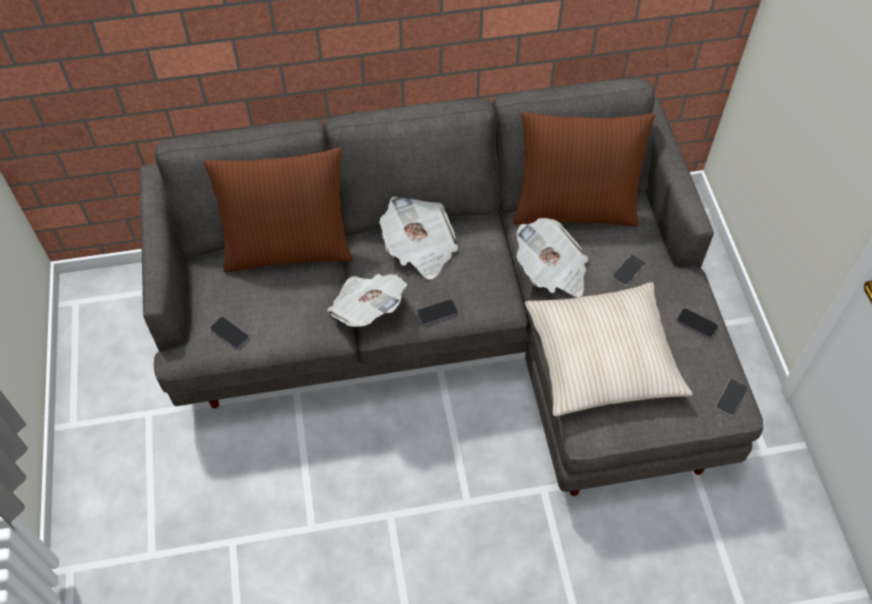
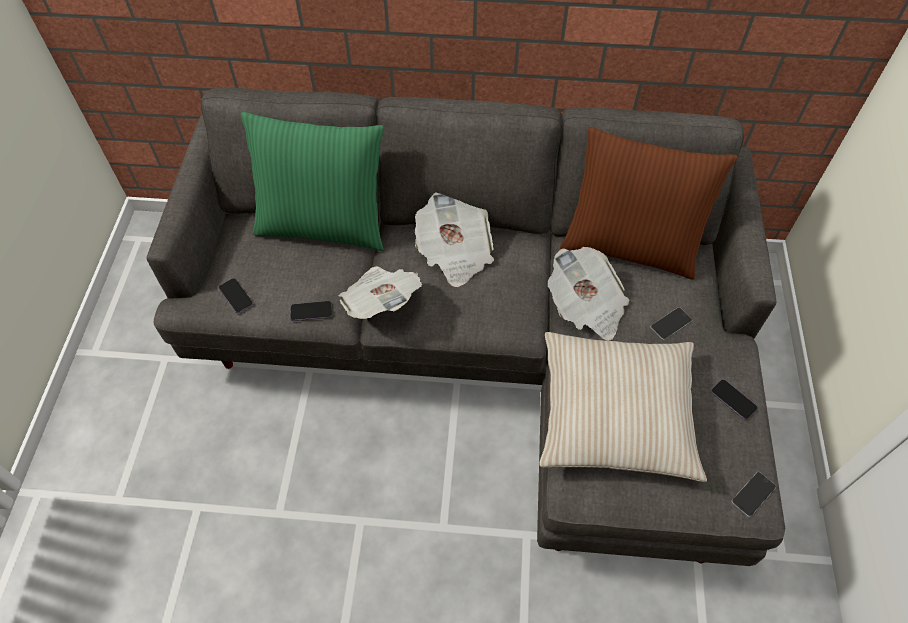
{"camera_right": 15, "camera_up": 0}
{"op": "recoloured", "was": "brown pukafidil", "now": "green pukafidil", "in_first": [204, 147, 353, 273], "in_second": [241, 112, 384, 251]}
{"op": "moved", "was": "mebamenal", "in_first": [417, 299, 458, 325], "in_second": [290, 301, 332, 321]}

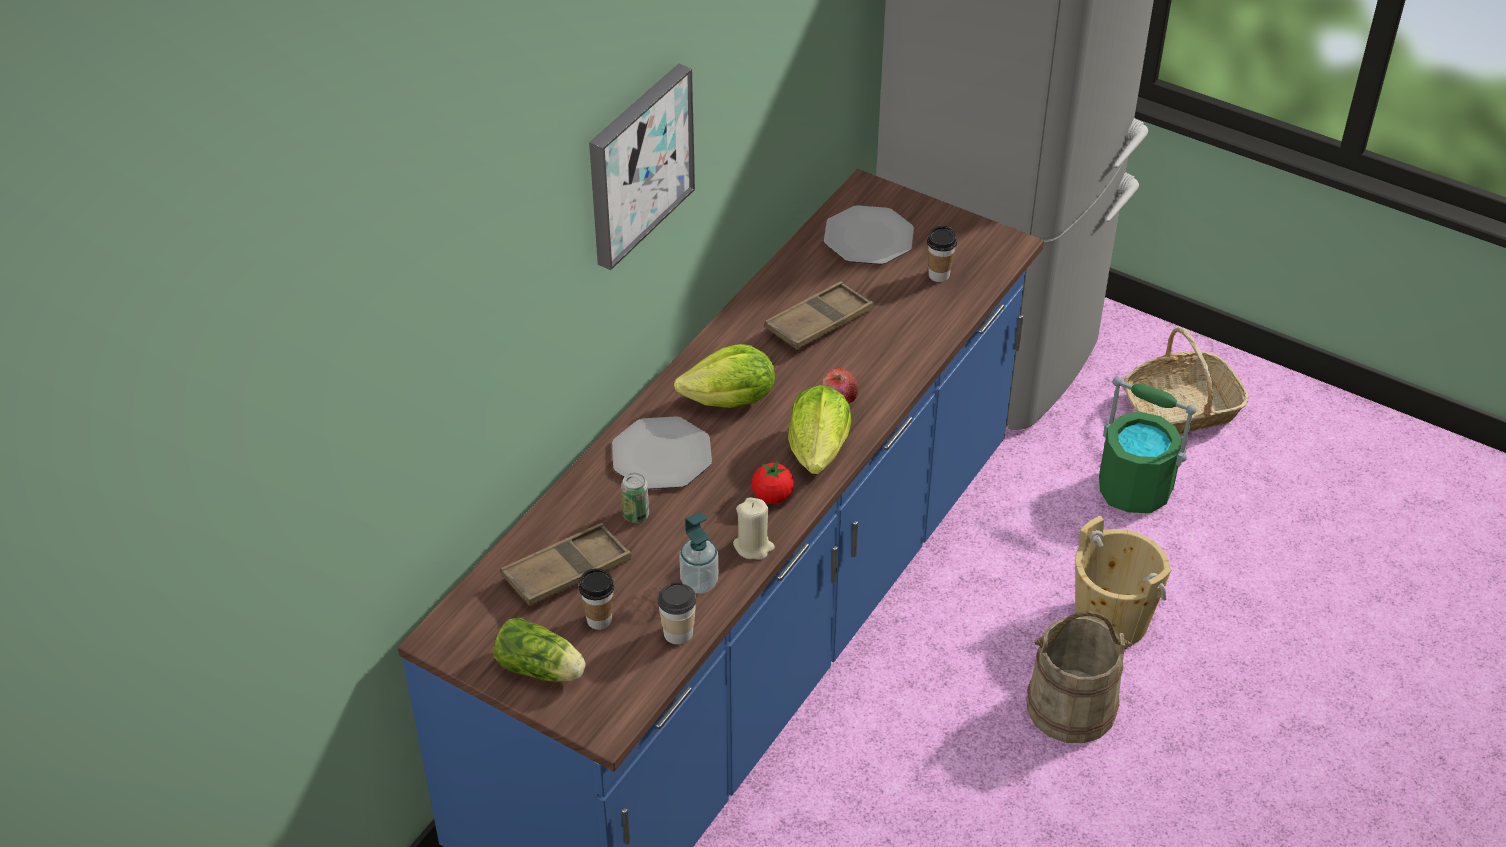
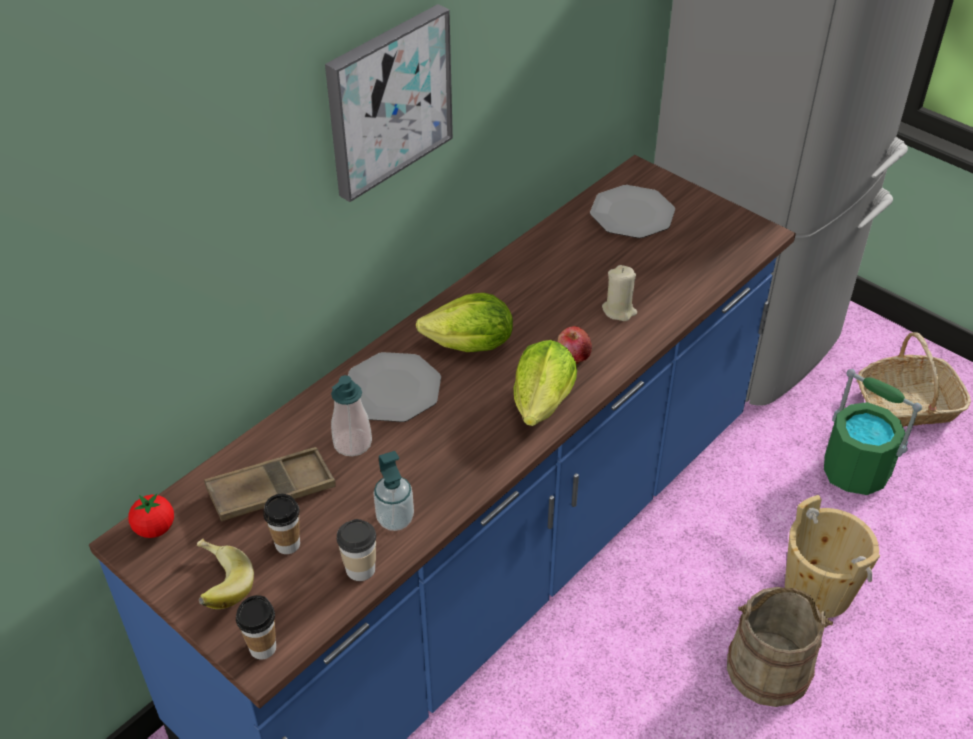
{"camera_right": 10, "camera_up": 0}
{"op": "replaced", "was": "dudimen", "now": "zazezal", "in_first": [494, 618, 586, 682], "in_second": [197, 538, 254, 609]}
{"op": "replaced", "was": "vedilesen", "now": "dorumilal", "in_first": [621, 473, 649, 523], "in_second": [331, 375, 372, 456]}
{"op": "moved", "was": "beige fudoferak", "in_first": [733, 497, 775, 560], "in_second": [602, 265, 637, 321]}
{"op": "moved", "was": "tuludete", "in_first": [751, 460, 794, 504], "in_second": [128, 493, 174, 538]}
{"op": "removed", "was": "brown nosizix", "in_first": [765, 281, 874, 350]}
{"op": "moved", "was": "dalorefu", "in_first": [927, 226, 957, 282], "in_second": [236, 595, 276, 659]}

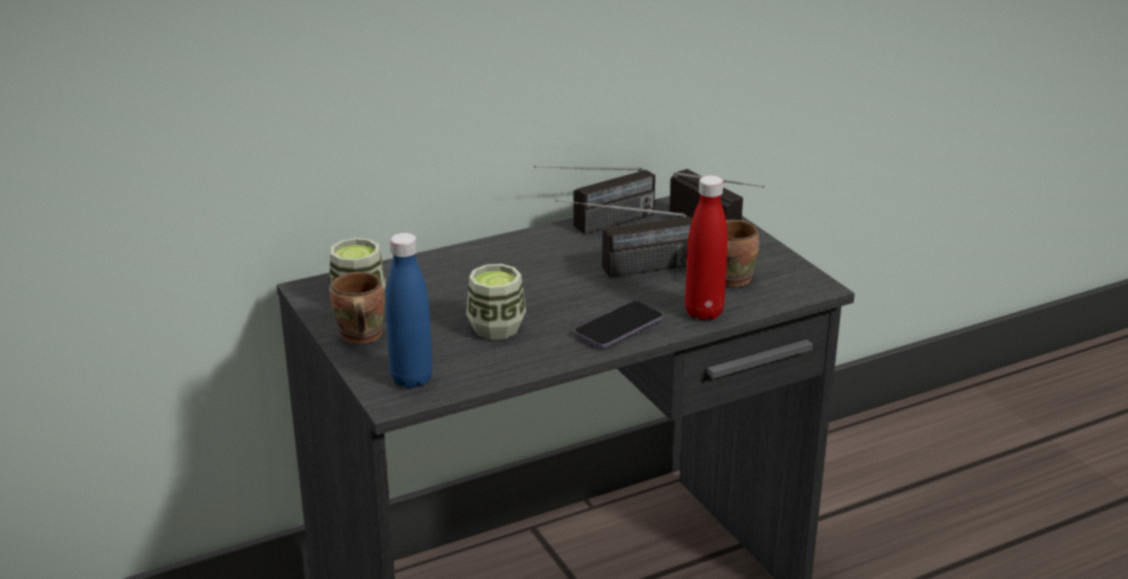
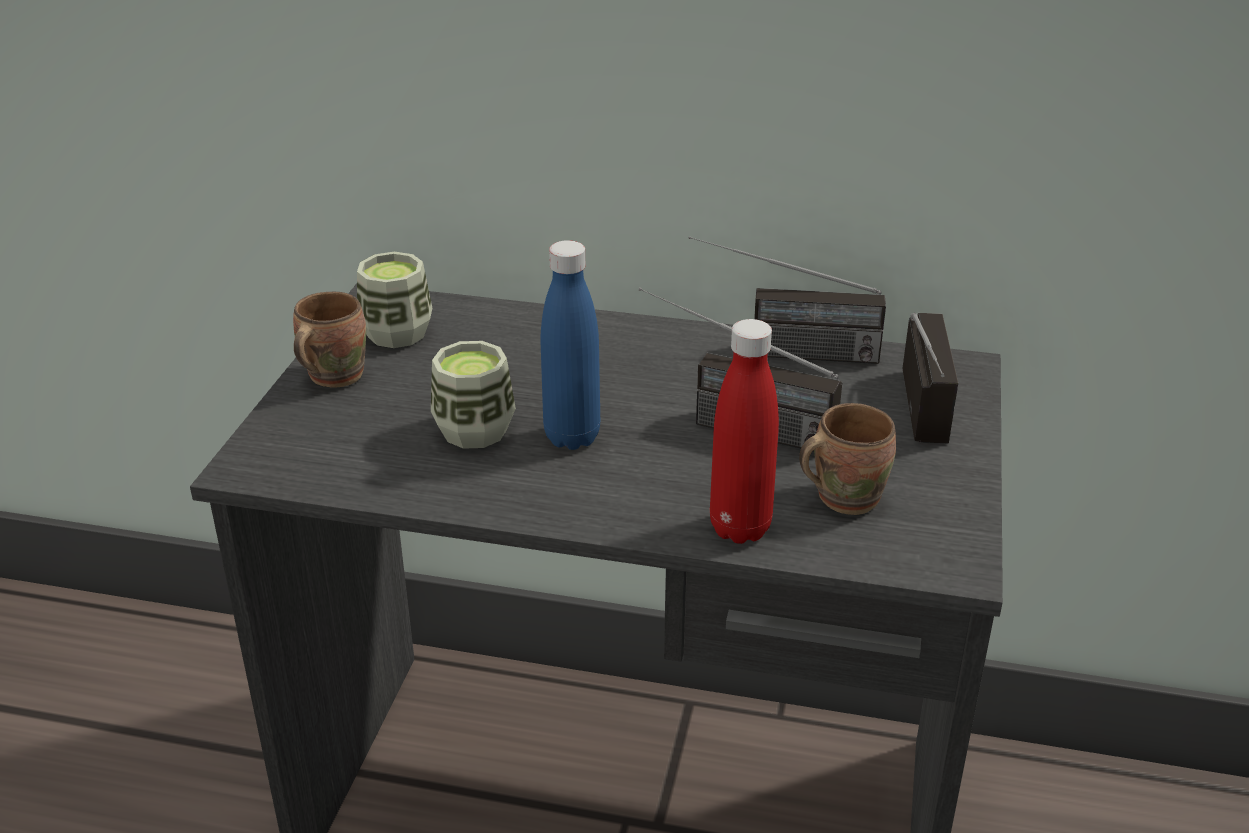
{"camera_right": 40, "camera_up": 5}
{"op": "moved", "was": "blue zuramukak", "in_first": [386, 233, 433, 388], "in_second": [541, 240, 600, 450]}
{"op": "removed", "was": "mebamenal", "in_first": [575, 301, 663, 348]}

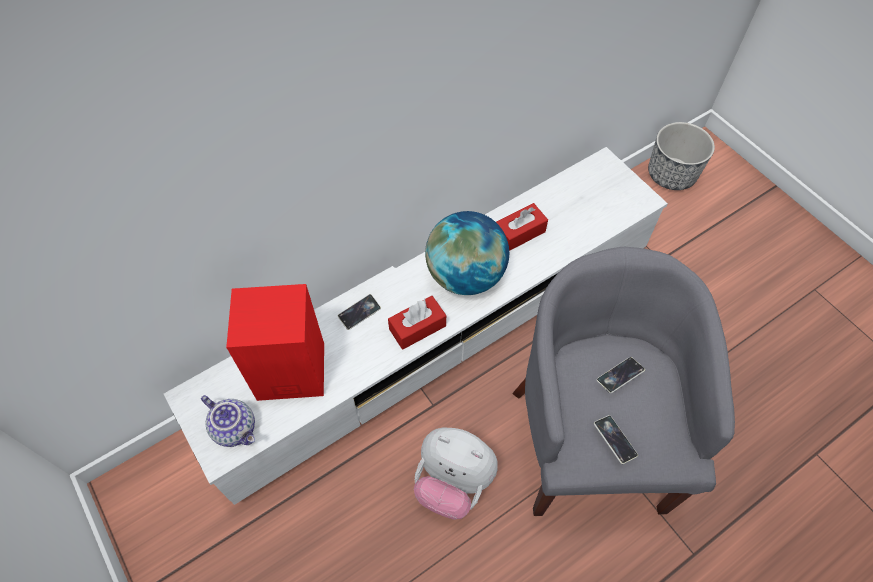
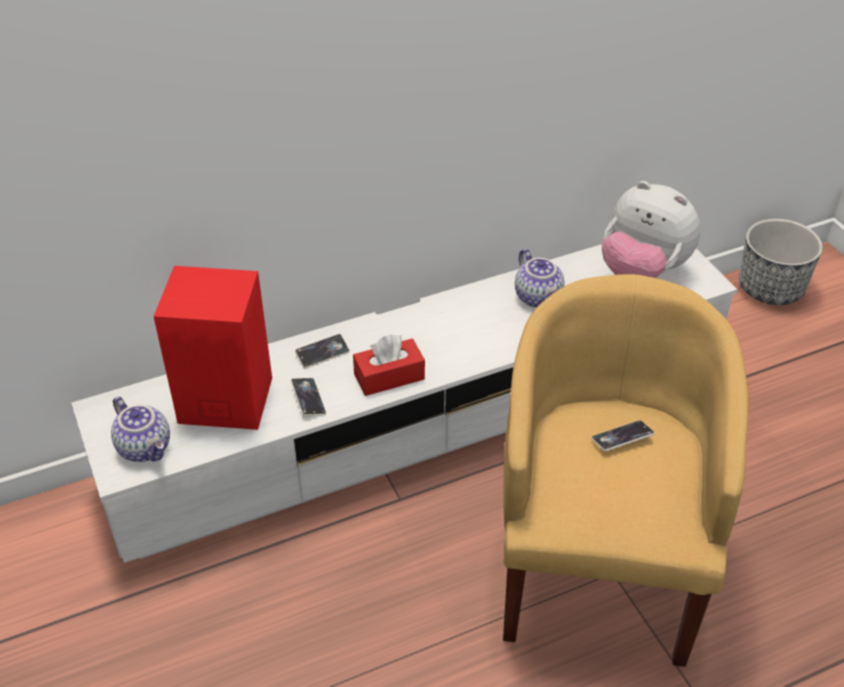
{"camera_right": 10, "camera_up": -15}
{"op": "moved", "was": "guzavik", "in_first": [414, 428, 498, 520], "in_second": [602, 181, 701, 278]}
{"op": "removed", "was": "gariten", "in_first": [425, 211, 509, 295]}
{"op": "replaced", "was": "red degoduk", "now": "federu", "in_first": [496, 203, 548, 251], "in_second": [515, 249, 565, 308]}
{"op": "recoloured", "was": "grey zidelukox", "now": "yellow zidelukox", "in_first": [512, 247, 735, 516], "in_second": [503, 274, 748, 667]}
{"op": "moved", "was": "mebamenal", "in_first": [594, 415, 638, 464], "in_second": [291, 378, 326, 416]}

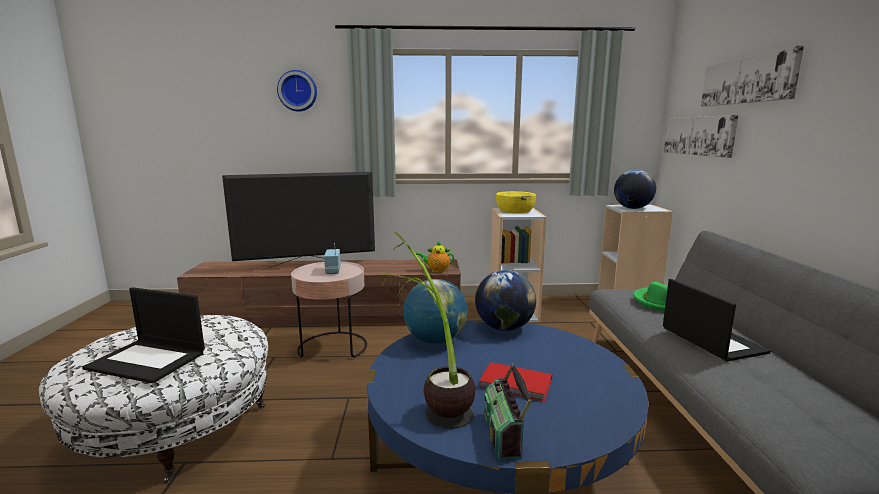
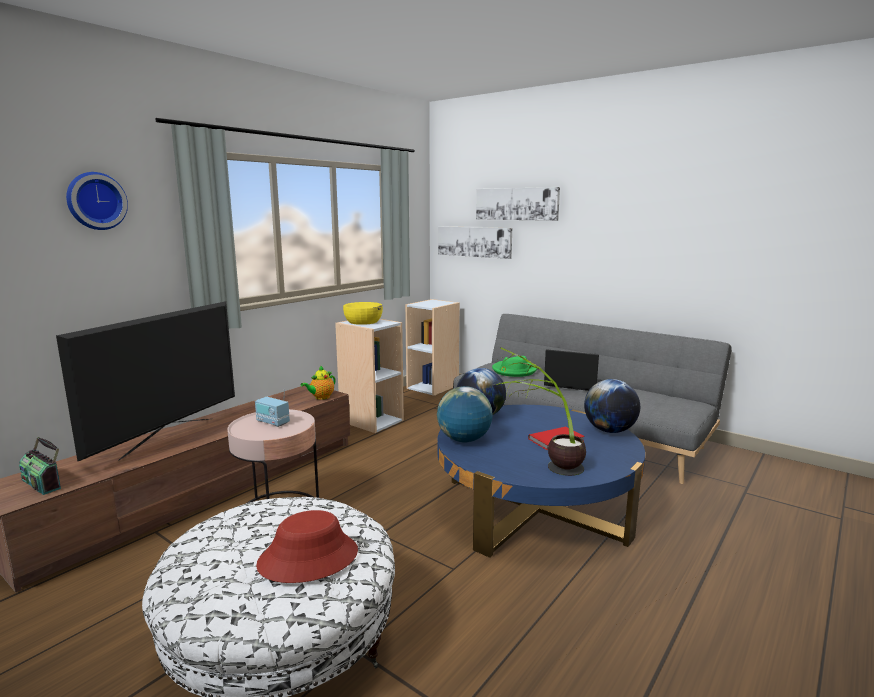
{"camera_right": -50, "camera_up": 0}
{"op": "replaced", "was": "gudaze", "now": "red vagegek", "in_first": [82, 287, 205, 383], "in_second": [256, 510, 358, 583]}
{"op": "moved", "was": "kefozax", "in_first": [484, 363, 532, 460], "in_second": [19, 437, 61, 495]}
{"op": "moved", "was": "gariten", "in_first": [614, 170, 656, 209], "in_second": [584, 379, 640, 433]}

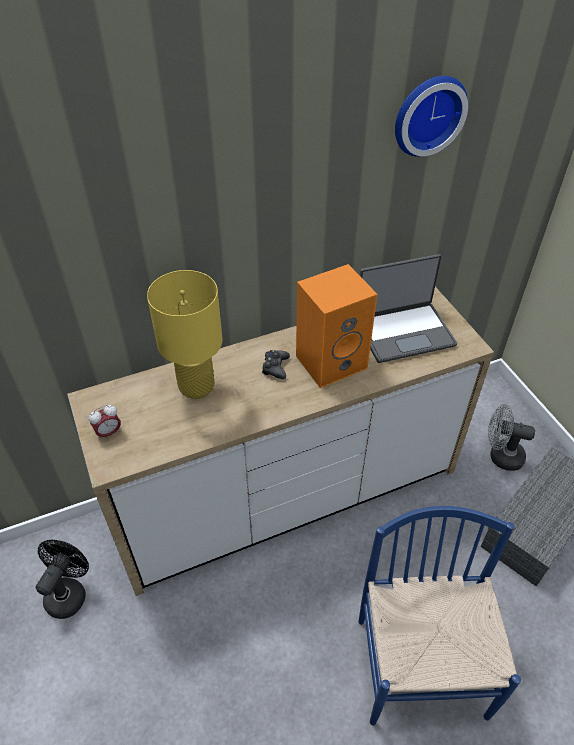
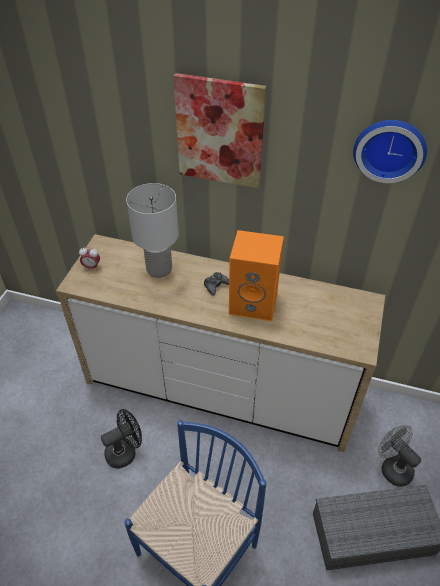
{"camera_right": 40, "camera_up": 0}
{"op": "moved", "was": "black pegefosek", "in_first": [36, 540, 89, 619], "in_second": [101, 409, 142, 469]}
{"op": "recoloured", "was": "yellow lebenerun", "now": "grey lebenerun", "in_first": [147, 270, 223, 399], "in_second": [126, 183, 179, 278]}
{"op": "removed", "was": "gudaze", "in_first": [360, 254, 457, 363]}
{"op": "added", "now": "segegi", "in_second": [173, 73, 266, 188]}

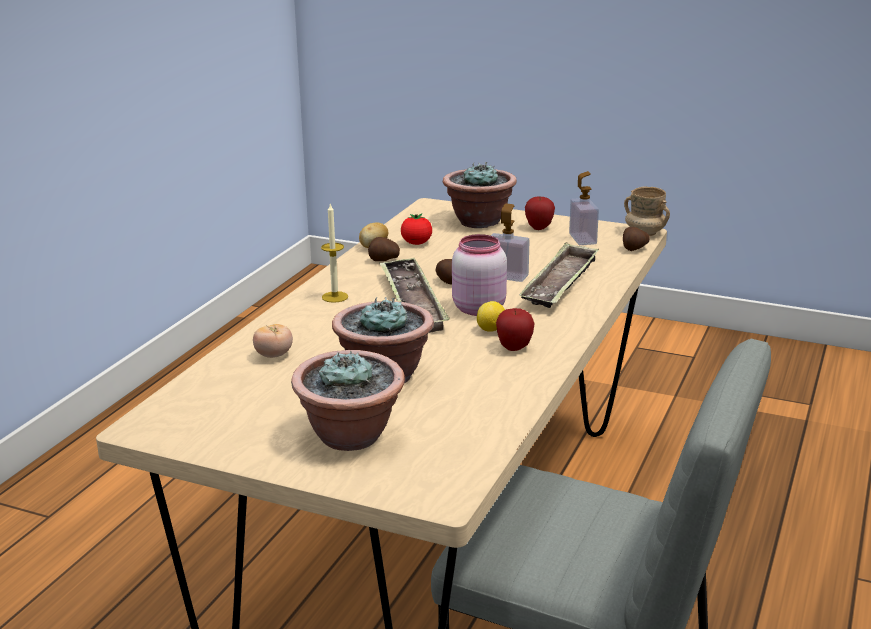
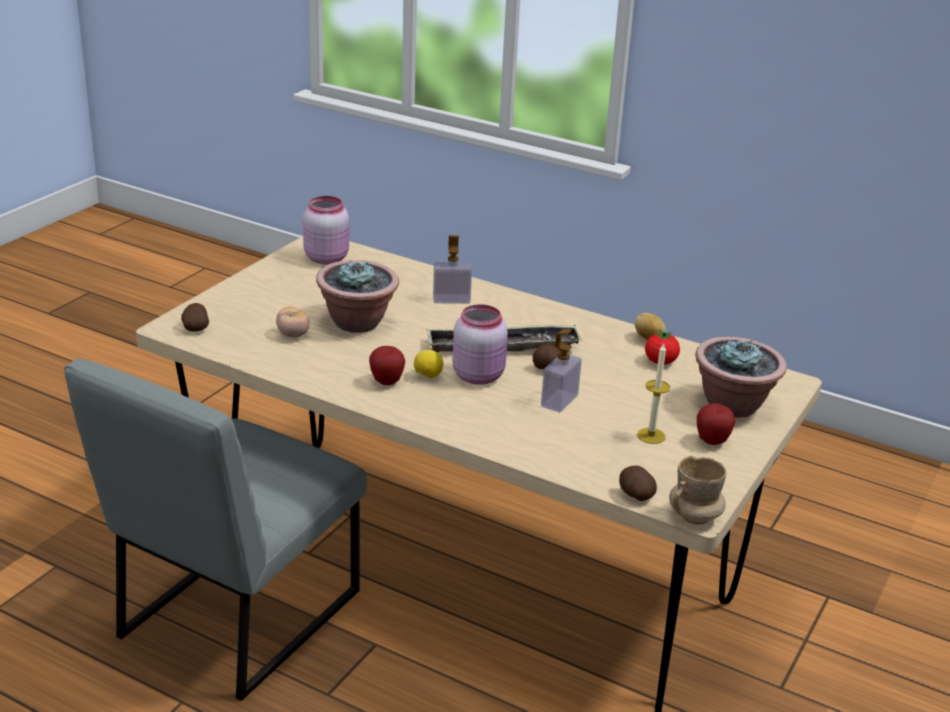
{"camera_right": 95, "camera_up": 5}
{"op": "moved", "was": "tuludete", "in_first": [253, 324, 293, 358], "in_second": [276, 306, 310, 338]}
{"op": "removed", "was": "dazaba", "in_first": [291, 350, 405, 451]}
{"op": "moved", "was": "fudoferak", "in_first": [321, 204, 348, 303], "in_second": [637, 343, 670, 444]}
{"op": "moved", "was": "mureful", "in_first": [368, 237, 400, 261], "in_second": [181, 303, 209, 332]}
{"op": "removed", "was": "nosizix", "in_first": [519, 242, 599, 308]}
{"op": "moved", "was": "dorumilal", "in_first": [569, 171, 599, 245], "in_second": [433, 235, 472, 304]}
{"op": "added", "now": "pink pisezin", "in_second": [303, 196, 349, 264]}

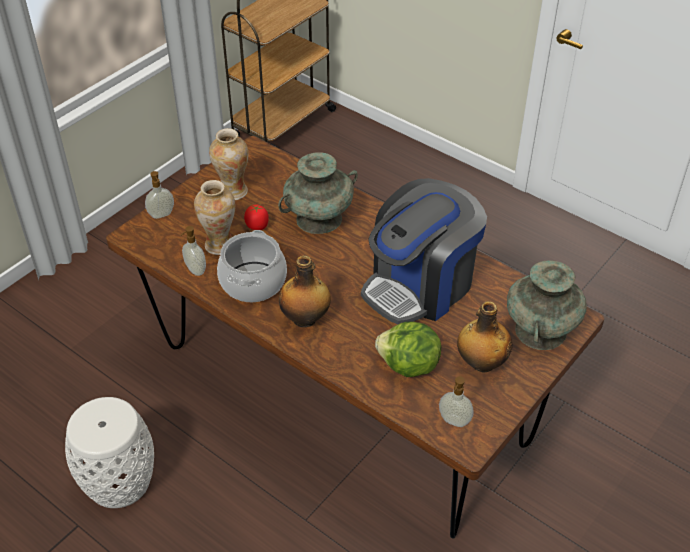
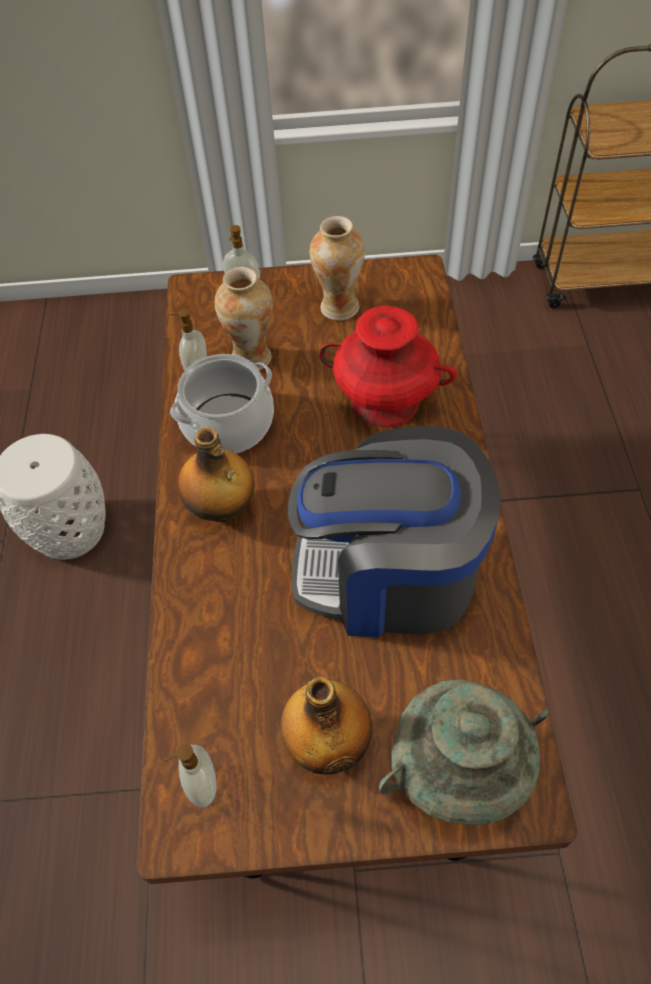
{"camera_right": 50, "camera_up": 10}
{"op": "removed", "was": "tuludete", "in_first": [244, 204, 269, 230]}
{"op": "recoloured", "was": "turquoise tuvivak", "now": "red tuvivak", "in_first": [278, 152, 358, 234], "in_second": [319, 306, 457, 427]}
{"op": "removed", "was": "dudimen", "in_first": [375, 321, 441, 377]}

